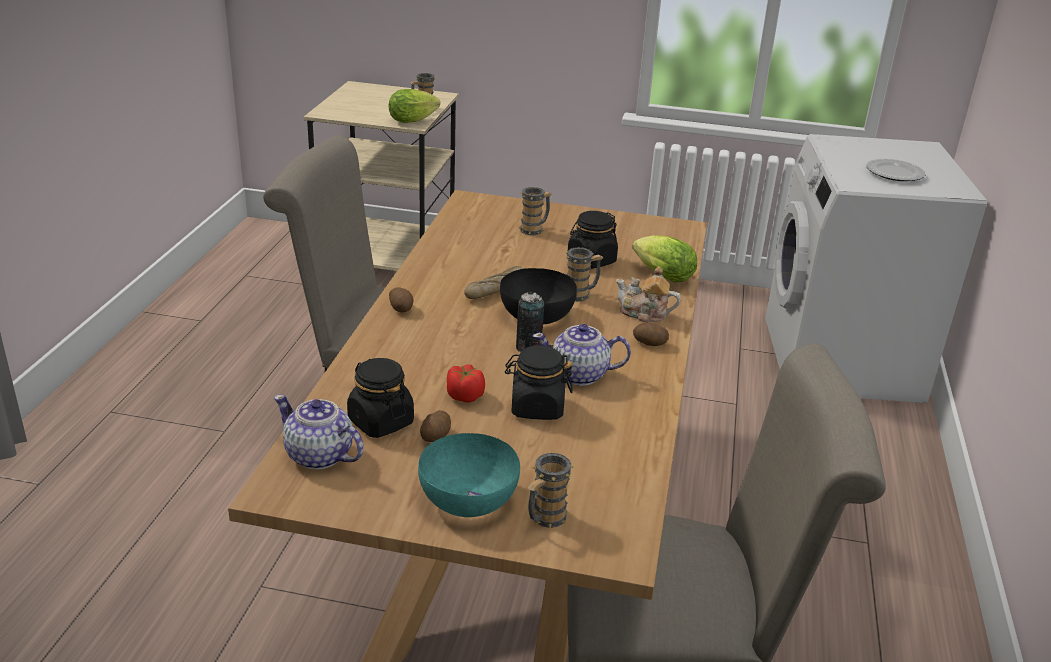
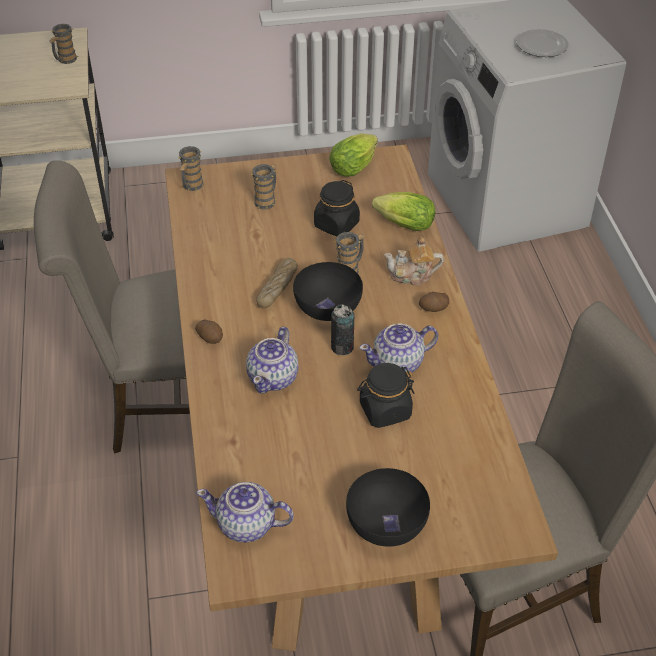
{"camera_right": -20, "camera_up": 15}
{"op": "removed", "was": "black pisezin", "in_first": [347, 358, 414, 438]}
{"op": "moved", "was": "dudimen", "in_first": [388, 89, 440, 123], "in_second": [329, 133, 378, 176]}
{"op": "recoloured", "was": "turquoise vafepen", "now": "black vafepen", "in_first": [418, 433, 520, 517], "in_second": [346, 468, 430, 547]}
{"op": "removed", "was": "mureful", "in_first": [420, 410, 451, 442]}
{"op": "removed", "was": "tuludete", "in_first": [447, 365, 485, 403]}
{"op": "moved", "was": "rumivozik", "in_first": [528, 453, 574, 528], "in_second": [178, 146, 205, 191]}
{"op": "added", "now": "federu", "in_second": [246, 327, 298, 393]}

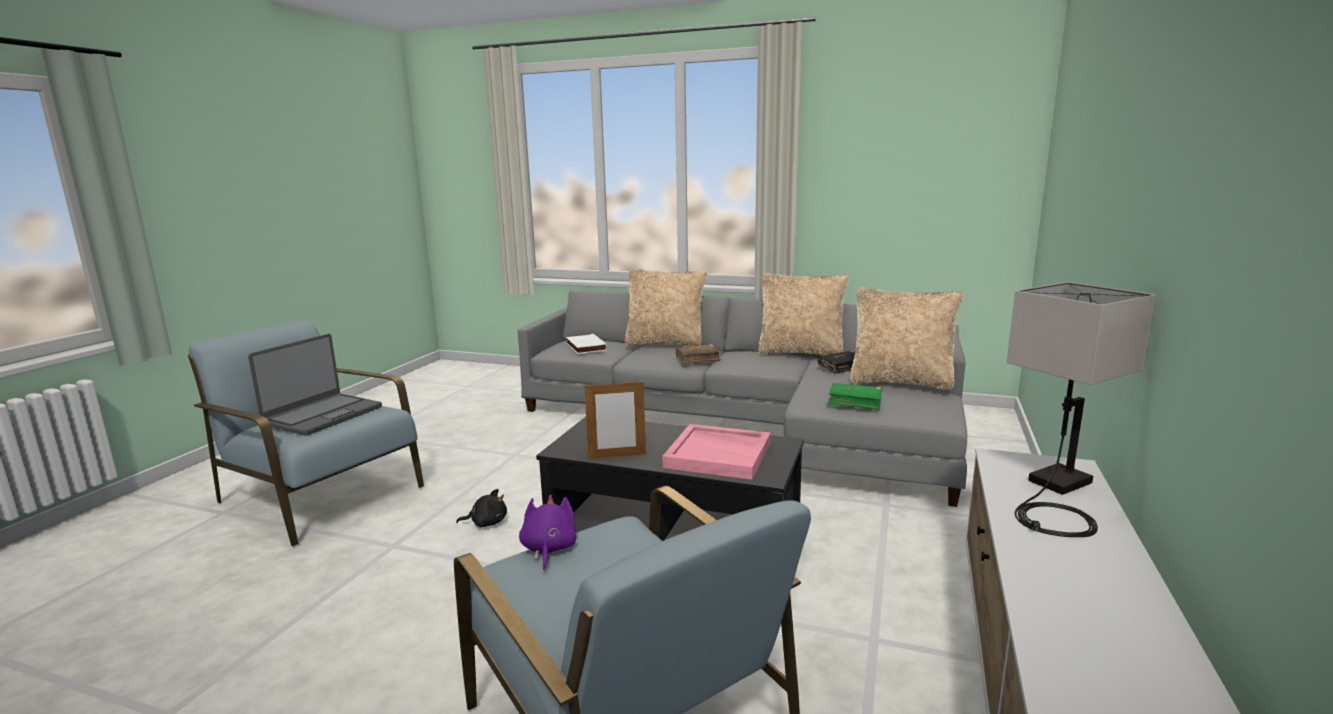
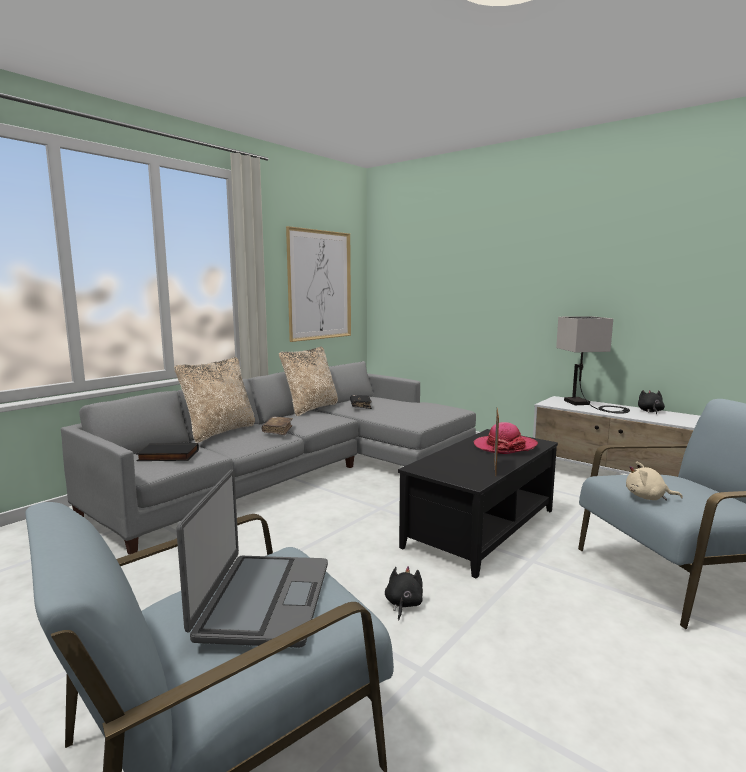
{"camera_right": -70, "camera_up": -5}
{"op": "turned", "was": "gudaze", "in_first": [248, 334, 382, 436], "in_second": [176, 469, 328, 648], "clockwise": 45}
{"op": "recoloured", "was": "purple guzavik", "now": "beige guzavik", "in_first": [519, 495, 576, 570], "in_second": [626, 461, 683, 501]}
{"op": "recoloured", "was": "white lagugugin", "now": "black lagugugin", "in_first": [566, 334, 607, 354], "in_second": [136, 443, 199, 461]}
{"op": "replaced", "was": "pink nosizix", "now": "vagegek", "in_first": [662, 424, 771, 480], "in_second": [473, 422, 538, 454]}
{"op": "removed", "was": "green lagugugin", "in_first": [828, 383, 883, 410]}
{"op": "removed", "was": "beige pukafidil", "in_first": [850, 287, 964, 390]}
{"op": "added", "now": "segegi", "in_second": [286, 226, 351, 342]}
{"op": "added", "now": "black guzavik", "in_second": [638, 390, 665, 414]}

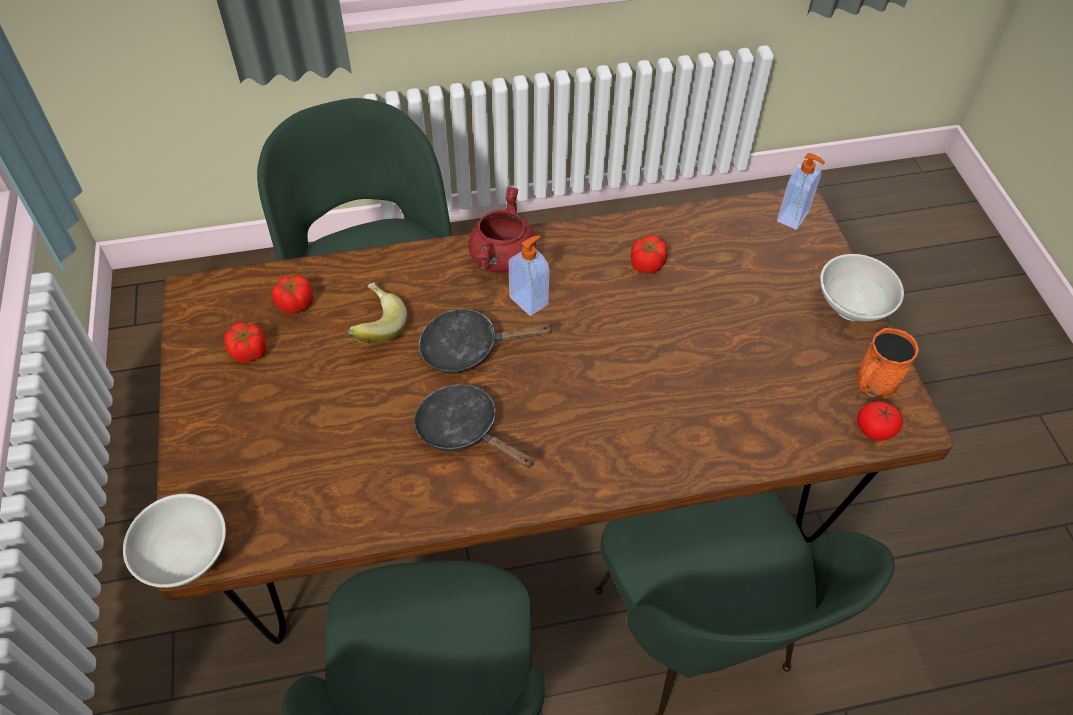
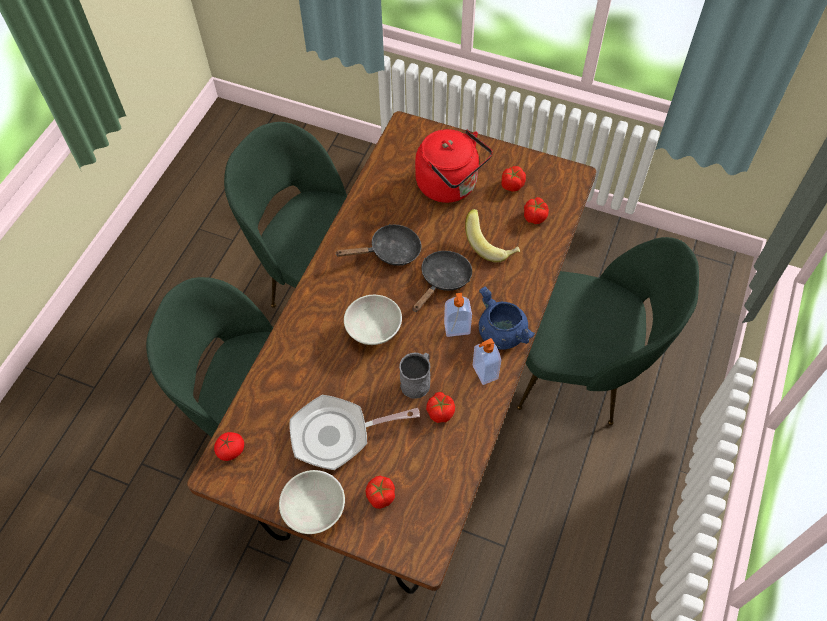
{"camera_right": 125, "camera_up": 5}
{"op": "moved", "was": "white vafepen", "in_first": [123, 494, 226, 588], "in_second": [344, 295, 402, 345]}
{"op": "recoloured", "was": "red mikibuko", "now": "blue mikibuko", "in_first": [468, 187, 536, 273], "in_second": [479, 287, 535, 350]}
{"op": "moved", "was": "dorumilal", "in_first": [777, 153, 825, 230], "in_second": [473, 338, 501, 385]}
{"op": "removed", "was": "orange rumivozik", "in_first": [856, 328, 919, 398]}
{"op": "added", "now": "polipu", "in_second": [290, 395, 420, 470]}
{"op": "added", "now": "tuludete", "in_second": [365, 475, 395, 509]}
{"op": "added", "now": "grey rumivozik", "in_second": [399, 353, 431, 399]}
{"op": "added", "now": "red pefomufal", "in_second": [415, 129, 493, 203]}

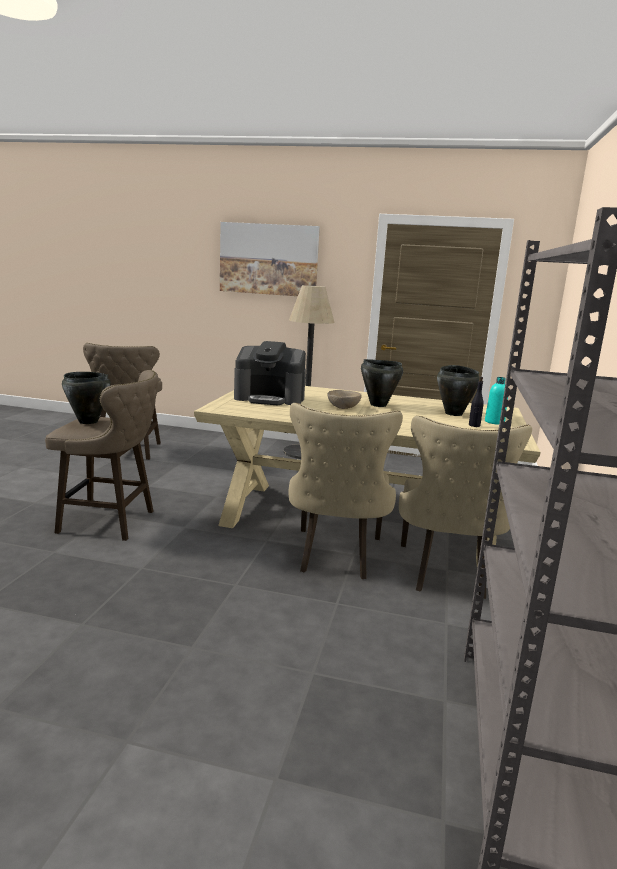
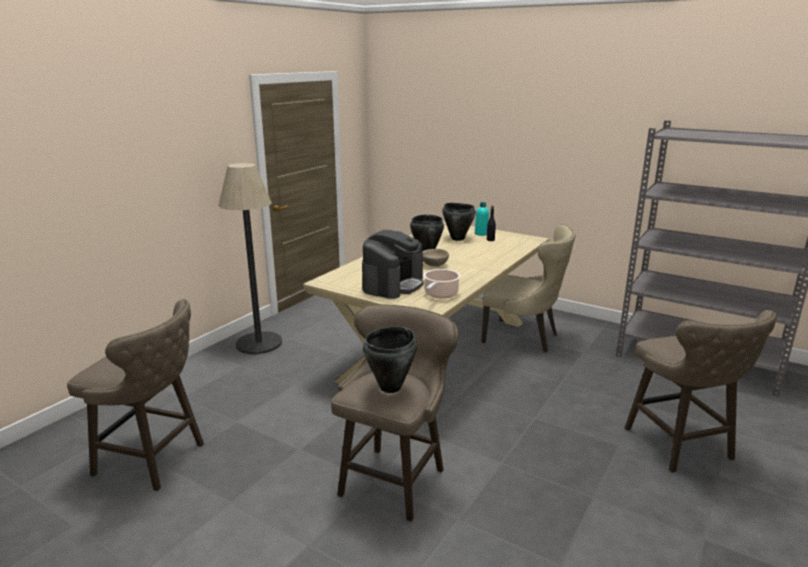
{"camera_right": -70, "camera_up": 5}
{"op": "removed", "was": "segegi", "in_first": [220, 222, 320, 296]}
{"op": "removed", "was": "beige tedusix", "in_first": [288, 402, 403, 579]}
{"op": "added", "now": "mikibuko", "in_second": [423, 269, 461, 299]}
{"op": "added", "now": "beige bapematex", "in_second": [625, 310, 777, 473]}

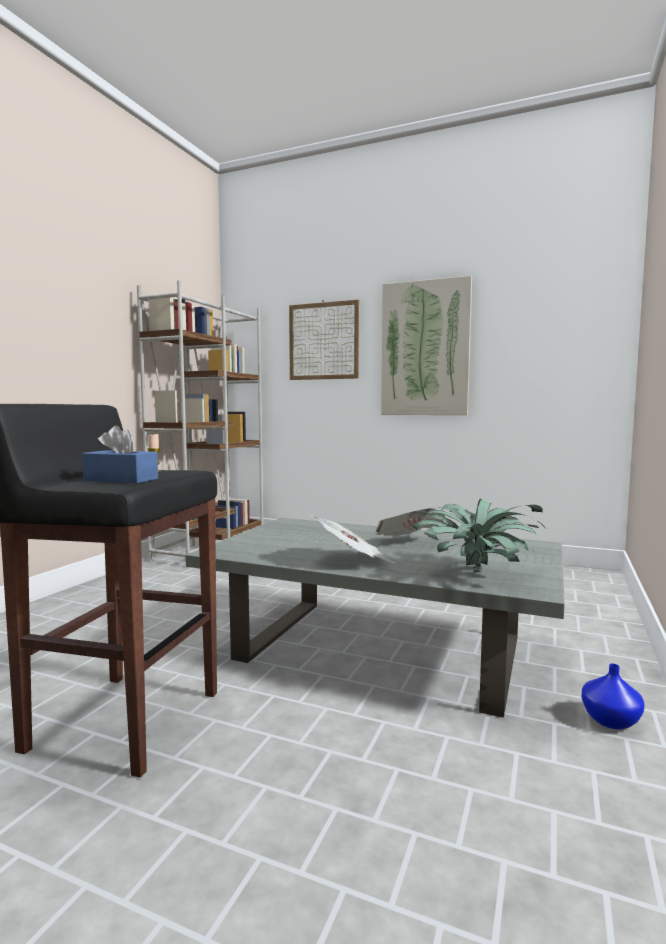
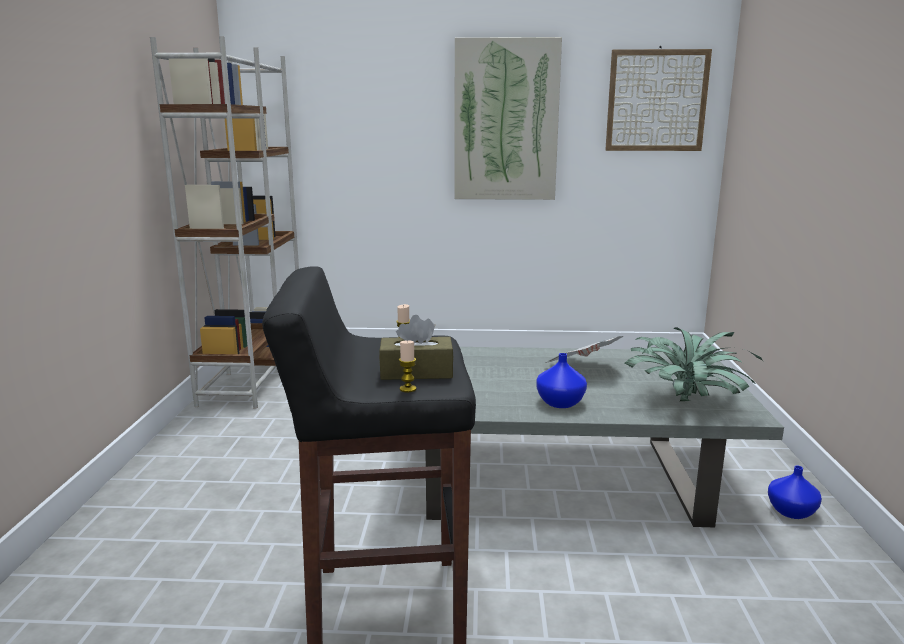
{"camera_right": -20, "camera_up": 10}
{"op": "recoloured", "was": "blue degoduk", "now": "brown degoduk", "in_first": [82, 425, 158, 483], "in_second": [379, 315, 454, 380]}
{"op": "moved", "was": "segegi", "in_first": [289, 300, 359, 380], "in_second": [605, 46, 712, 151]}
{"op": "replaced", "was": "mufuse", "now": "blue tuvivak", "in_first": [311, 515, 394, 563], "in_second": [536, 353, 587, 408]}
{"op": "added", "now": "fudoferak", "in_second": [399, 340, 417, 392]}

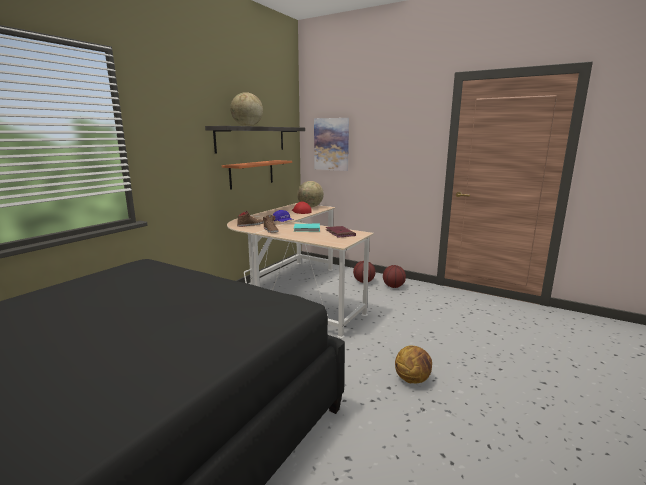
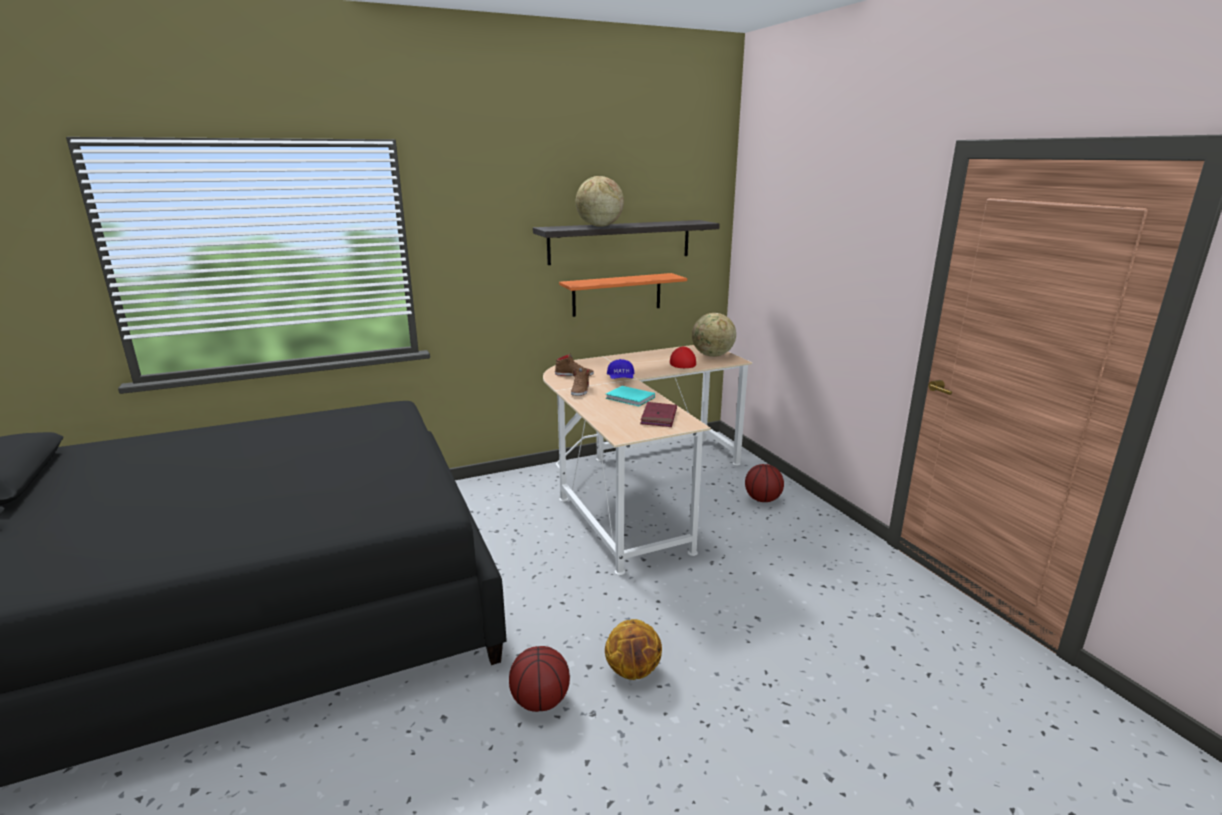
{"camera_right": 35, "camera_up": 5}
{"op": "removed", "was": "segegi", "in_first": [314, 118, 349, 171]}
{"op": "moved", "was": "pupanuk", "in_first": [383, 265, 406, 288], "in_second": [509, 646, 570, 712]}

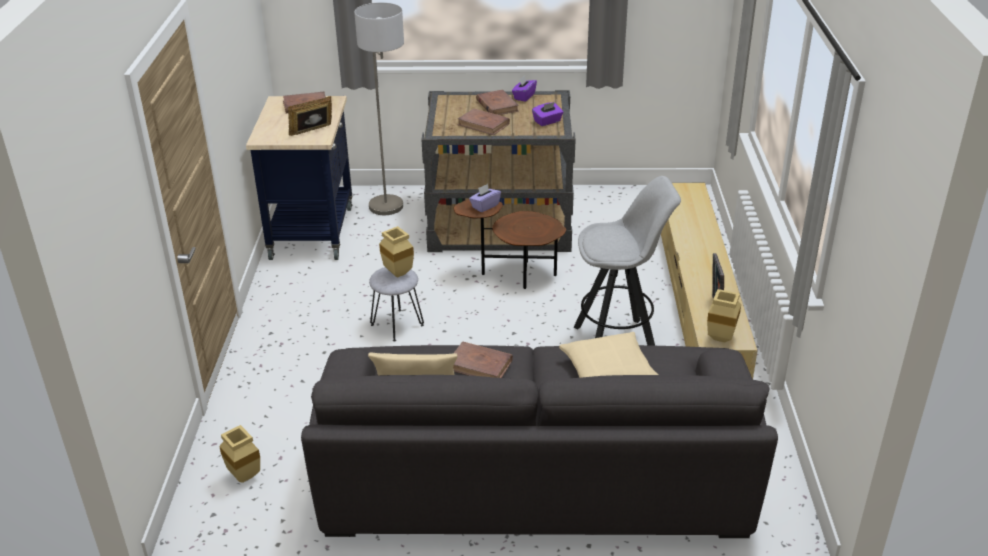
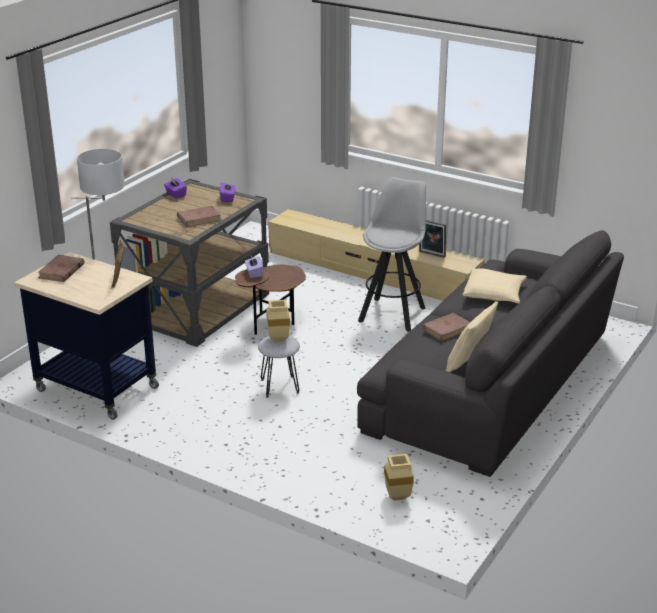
{"camera_right": -60, "camera_up": -5}
{"op": "removed", "was": "brown lagugugin", "in_first": [476, 90, 519, 115]}
{"op": "removed", "was": "beige tuvivak", "in_first": [707, 289, 741, 342]}

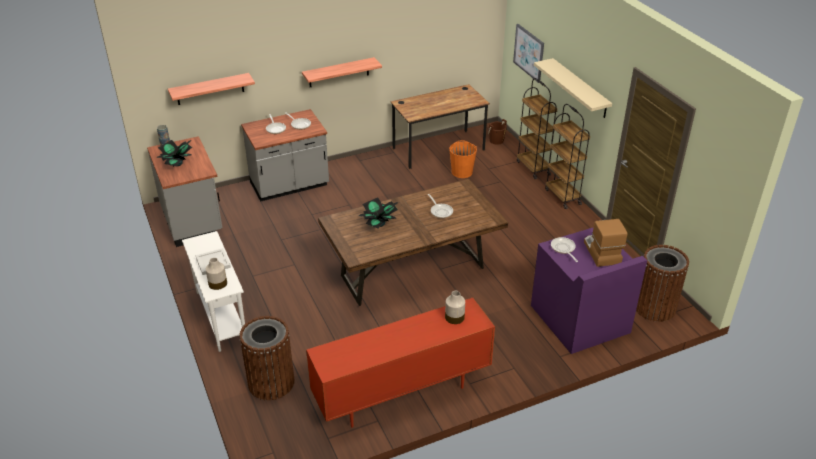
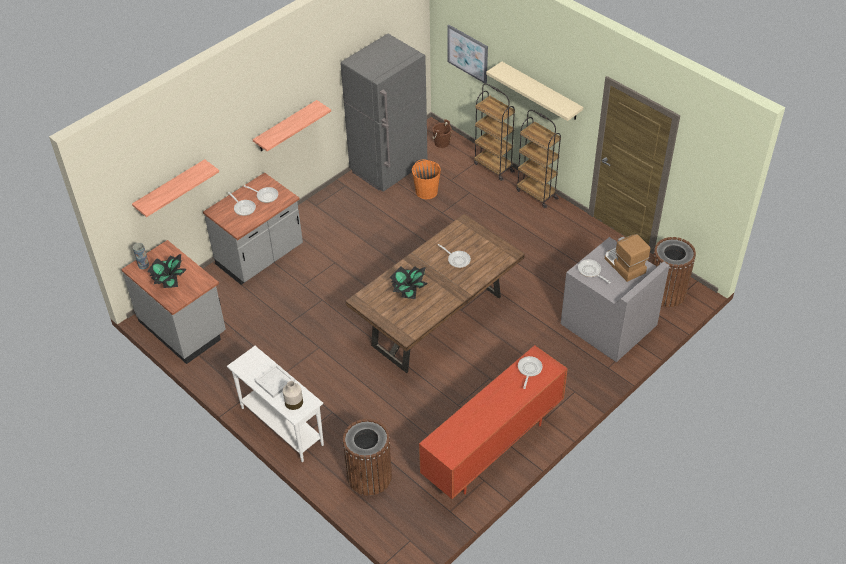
{"camera_right": -20, "camera_up": 10}
{"op": "replaced", "was": "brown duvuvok", "now": "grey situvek", "in_first": [390, 84, 490, 169], "in_second": [341, 34, 427, 192]}
{"op": "replaced", "was": "beige tuvivak", "now": "polipu", "in_first": [445, 291, 465, 324], "in_second": [518, 356, 543, 389]}
{"op": "recoloured", "was": "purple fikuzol", "now": "grey fikuzol", "in_first": [531, 227, 647, 354], "in_second": [561, 237, 670, 362]}

